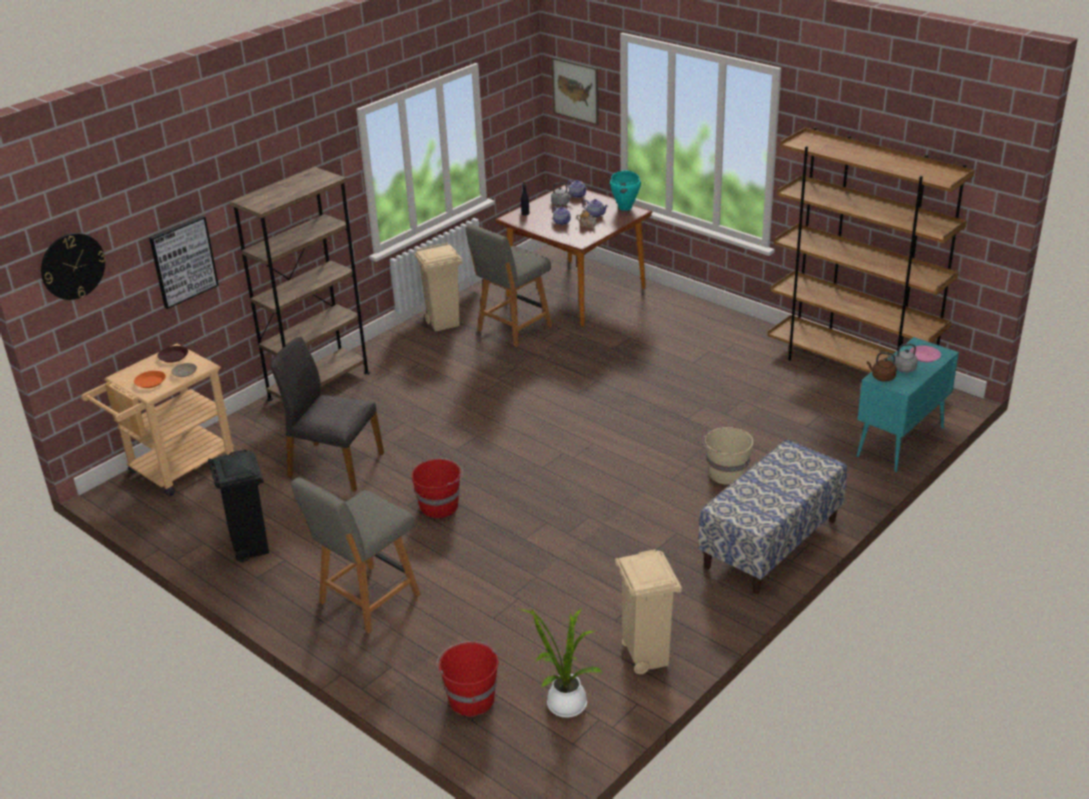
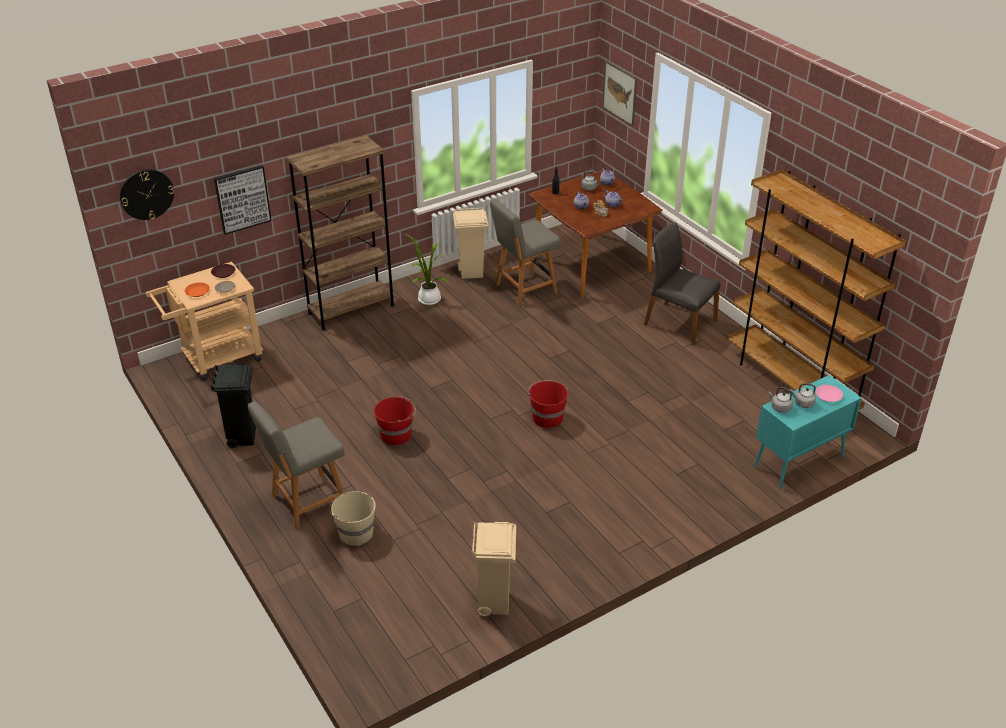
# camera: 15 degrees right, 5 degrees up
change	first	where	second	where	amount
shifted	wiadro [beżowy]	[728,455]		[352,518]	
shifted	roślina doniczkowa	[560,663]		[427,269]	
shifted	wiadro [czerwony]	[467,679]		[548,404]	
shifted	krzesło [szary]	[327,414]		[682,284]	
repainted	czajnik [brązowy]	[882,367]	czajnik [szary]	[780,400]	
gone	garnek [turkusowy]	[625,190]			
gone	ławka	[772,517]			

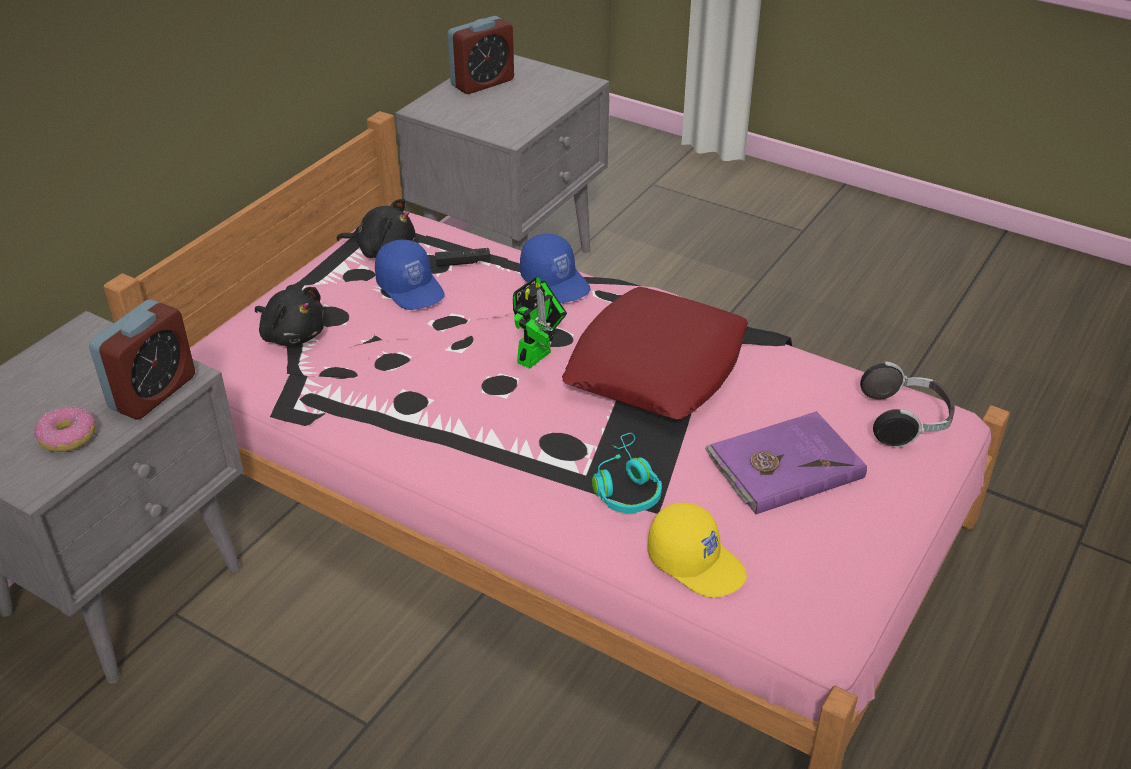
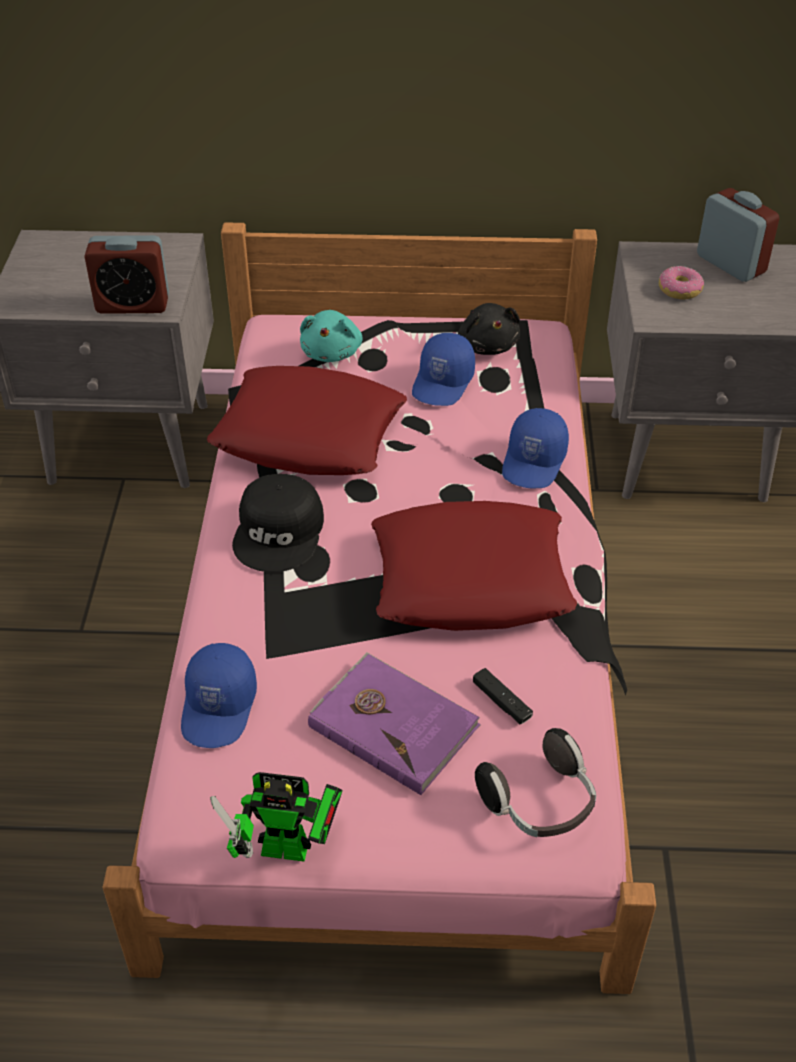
# camera: 60 degrees right, 5 degrees up
change	first	where	second	where	amount
repainted	czapka z daszkiem [żółty]	[697,550]	czapka z daszkiem [niebieski]	[219,695]	
new			poduszka [czerwony]	[307,420]	
shifted	robot zabawkowy	[540,323]		[276,817]	
new			czapka z daszkiem [czarny]	[278,523]	
repainted	pluszak [czarny]	[290,316]	pluszak [turkusowy]	[331,336]	
shifted	pad do gier [czarny]	[462,257]		[503,696]	
shifted	donut	[65,429]		[681,282]	
rotated	budzik	[480,55]		[738,235]	150 degrees counterclockwise
gone	słuchawki [turkusowy]	[627,473]			

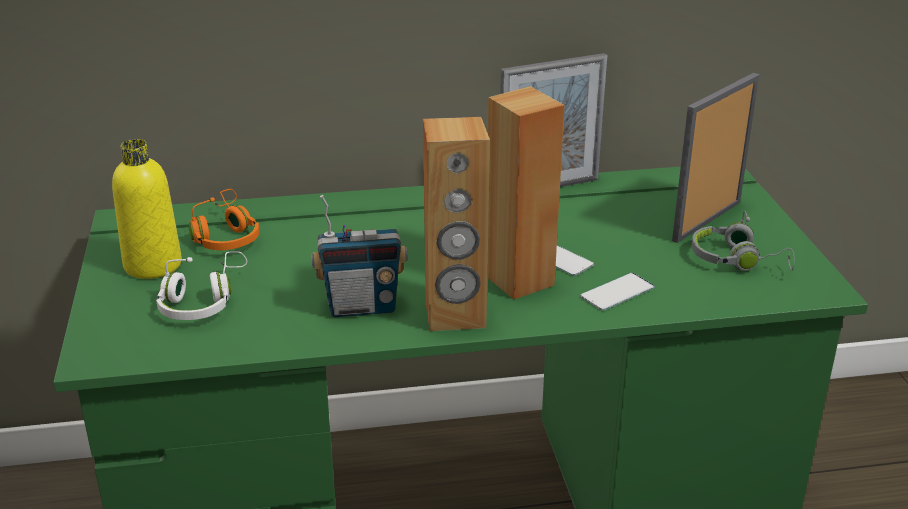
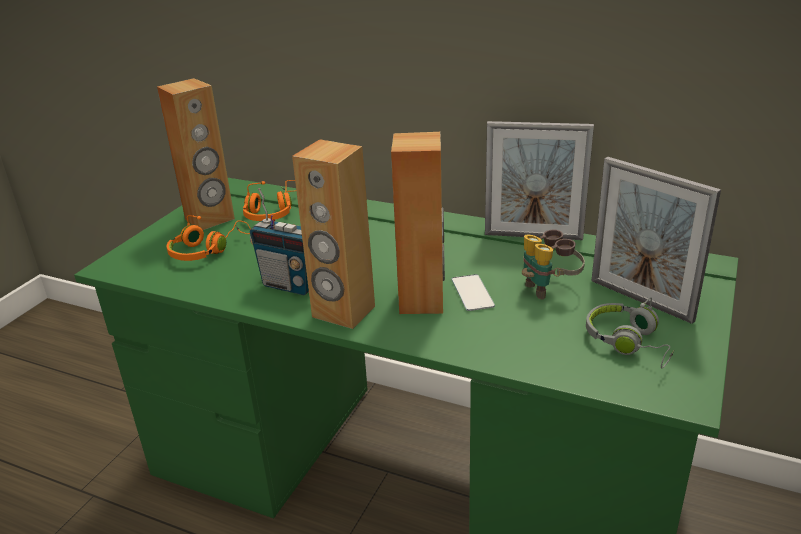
# camera: 35 degrees right, 0 degrees up
change	first	where	second	where	amount
swapped	butelka [żółty]	[147,209]	głośnik [brązowy]	[196,154]	
repainted	słuchawki [biały]	[201,286]	słuchawki [pomarańczowy]	[208,238]	
new			lornetka	[553,265]	
rotated	ramka na zdjęcie	[715,158]		[656,240]	120 degrees counterclockwise
gone	telefon	[617,292]			

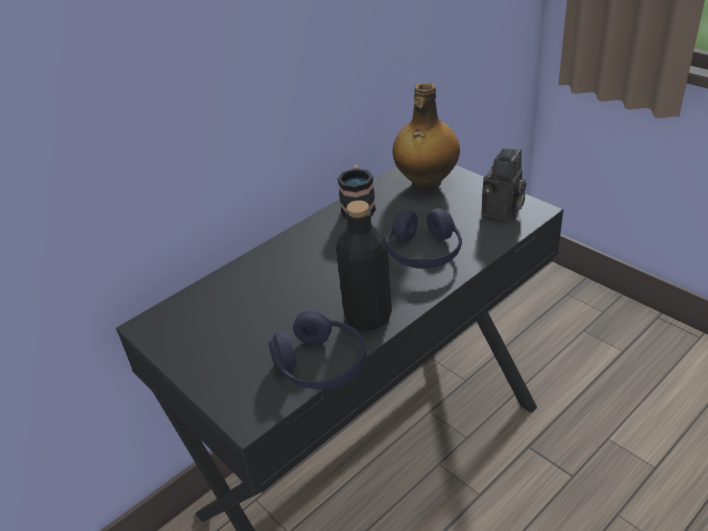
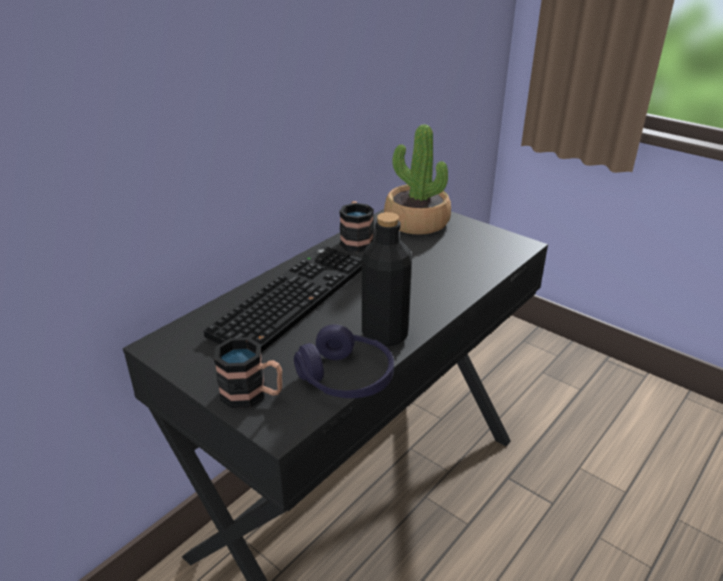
# camera: 10 degrees left, 5 degrees down
change	first	where	second	where	amount
new			klawiatura	[283,299]	
new			kubek	[247,372]	
swapped	butelka	[426,137]	roślina doniczkowa	[417,179]	
gone	słuchawki [fioletowy]	[424,238]			
gone	aparat fotograficzny	[504,184]			

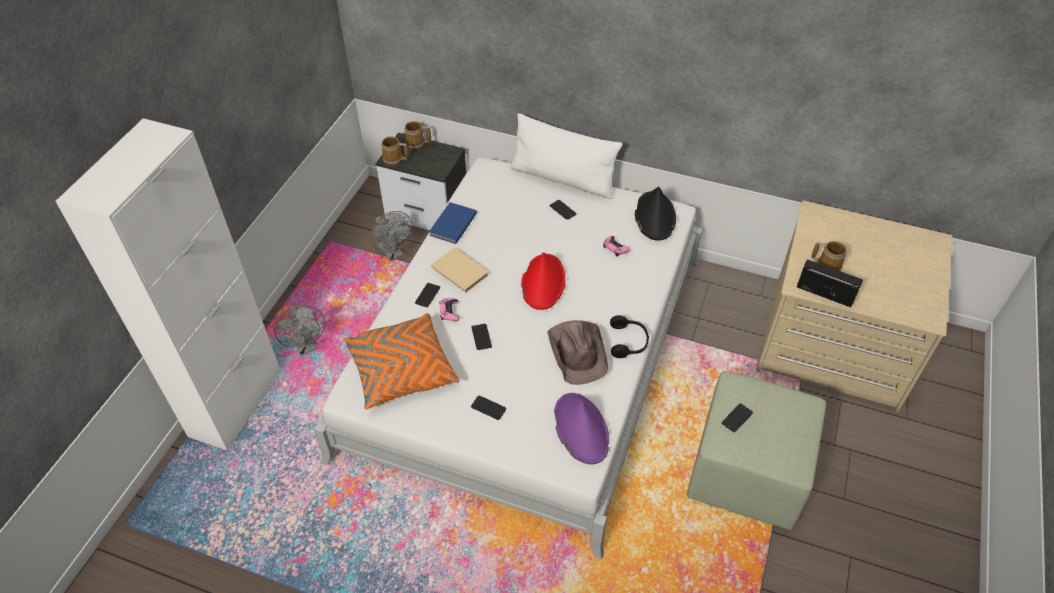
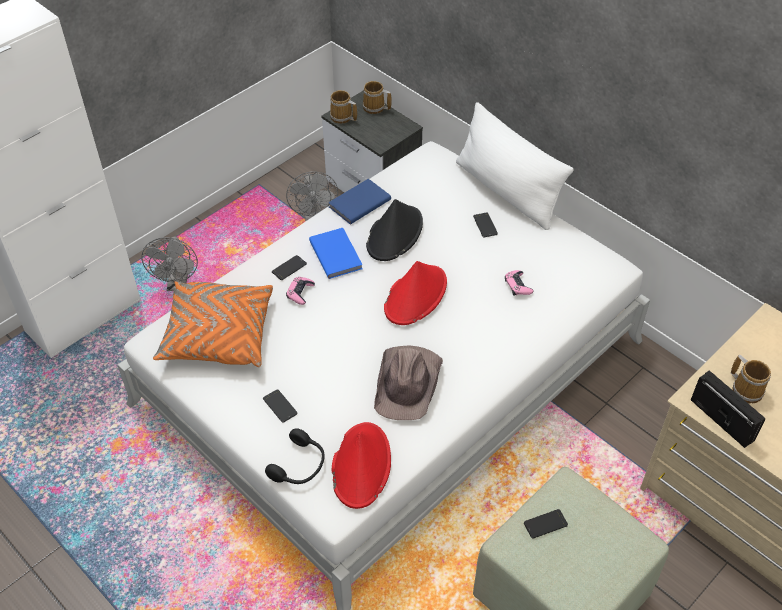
# camera: 25 degrees right, 0 degrees up
change	first	where	second	where	amount
shifted	słuchawki [czarny]	[629,336]		[295,456]	
repainted	książka [beżowy]	[459,270]	książka [niebieski]	[336,253]	
repainted	kapelusz [fioletowy]	[581,428]	kapelusz [czerwony]	[361,465]	
shifted	kapelusz [czarny]	[655,213]		[394,230]	
gone	telefon	[481,337]			

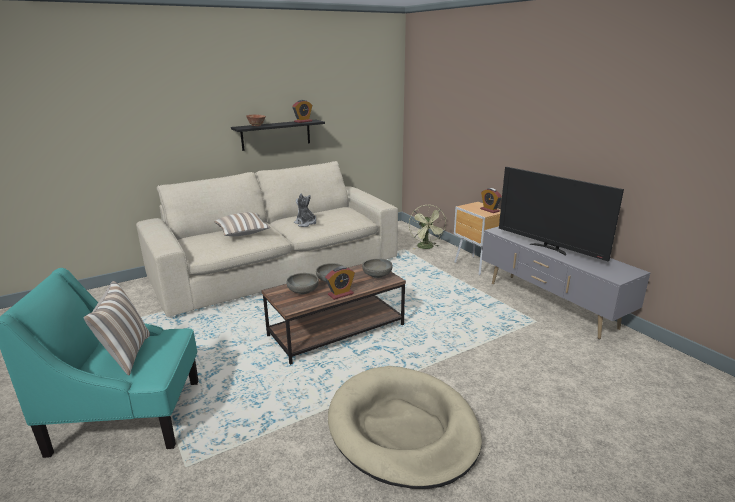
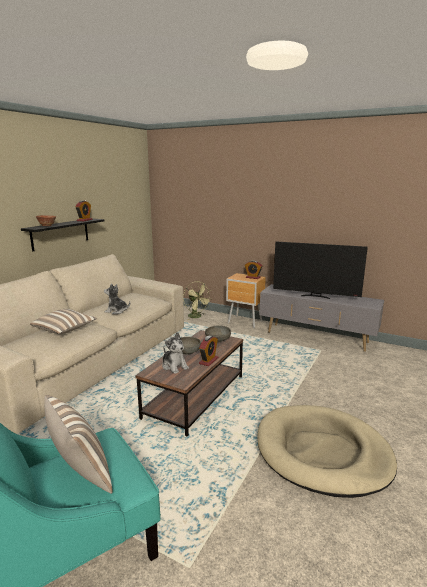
# camera: 30 degrees left, 5 degrees down
change	first	where	second	where	amount
swapped	miska [szary]	[303,283]	pluszak	[175,353]	

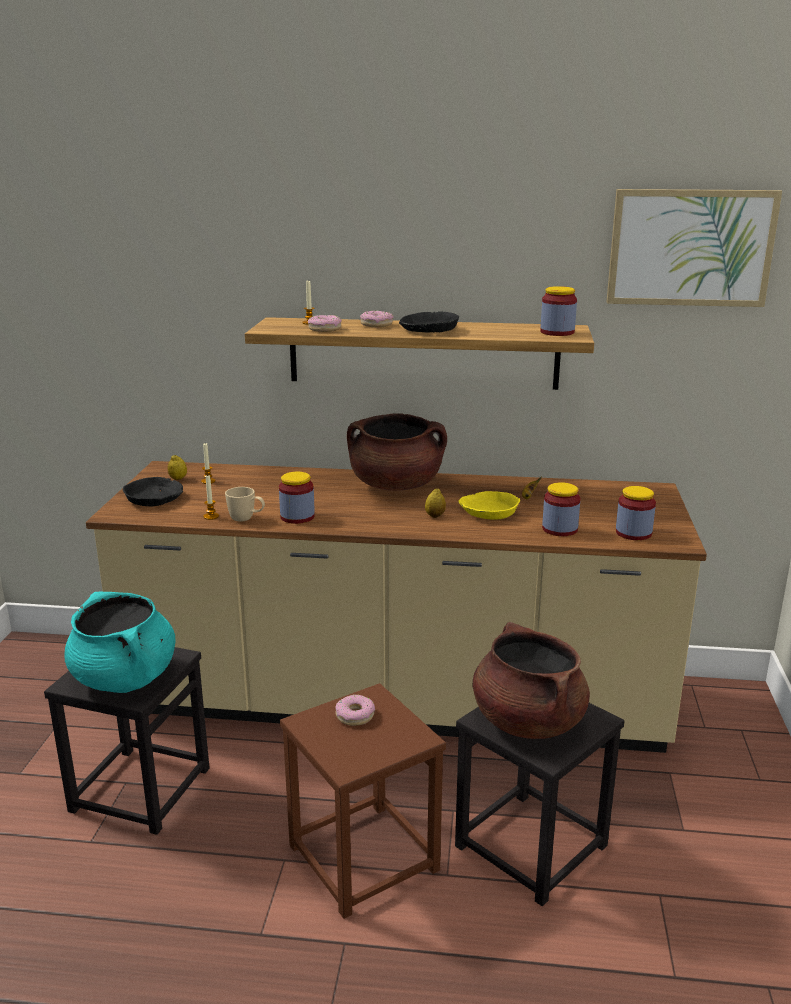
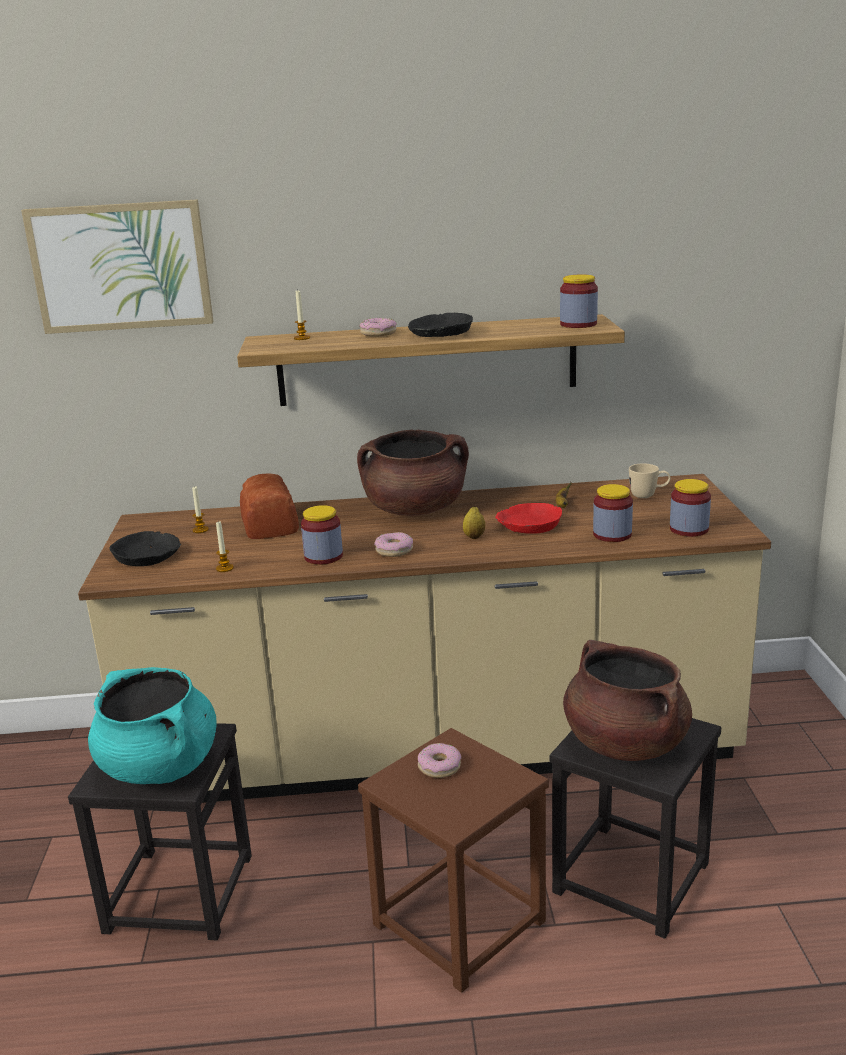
# camera: 10 degrees left, 0 degrees up
change	first	where	second	where	amount
shifted	obraz	[694,248]		[117,266]	
new			chleb	[269,506]	
shifted	donut	[325,323]		[393,544]	
repainted	miska [żółty]	[489,505]	miska [czerwony]	[528,518]	
shifted	kubek [beżowy]	[245,504]		[650,480]	
gone	cytryna	[177,467]			

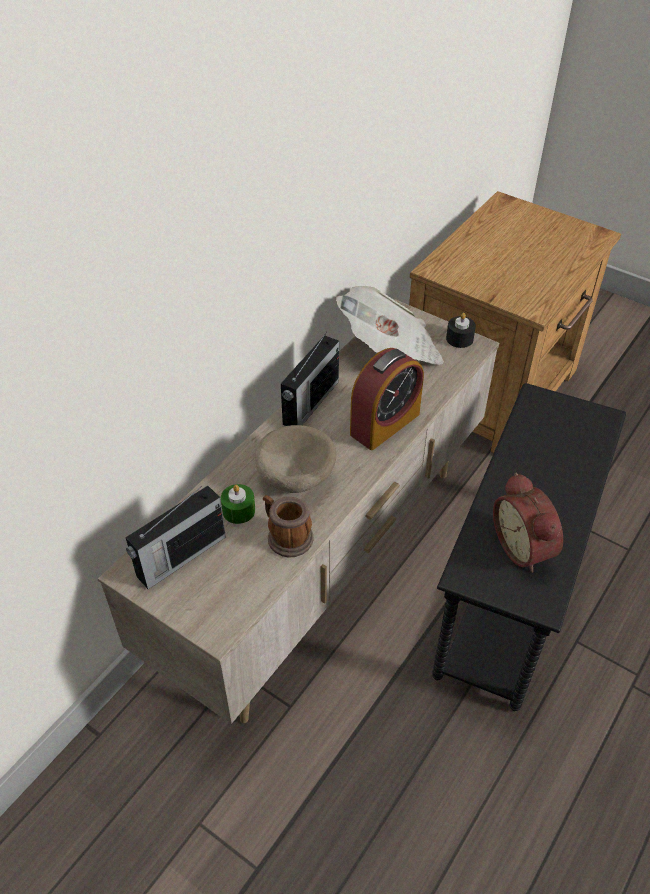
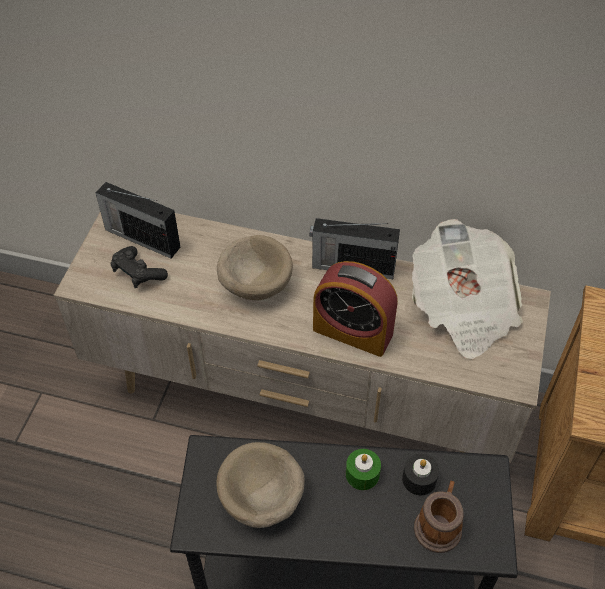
# camera: 70 degrees right, 5 degrees up
change	first	where	second	where	amount
new			pad do gier [czarny]	[139,267]	
swapped	budzik	[528,523]	miska [beżowy]	[260,485]	
shifted	świeca [zielony]	[238,504]		[363,469]	
shifted	świeca [czarny]	[461,330]		[420,474]	
shifted	kubek	[288,526]		[439,517]	

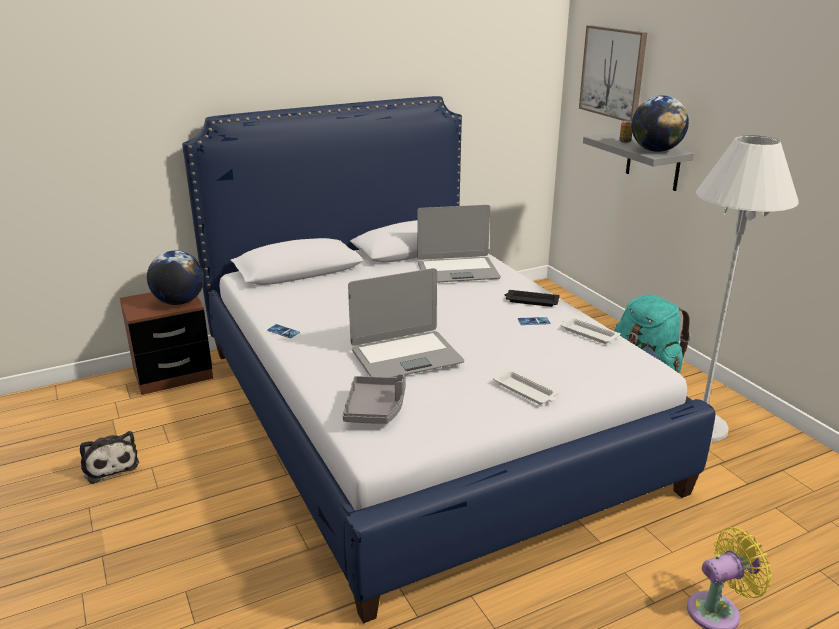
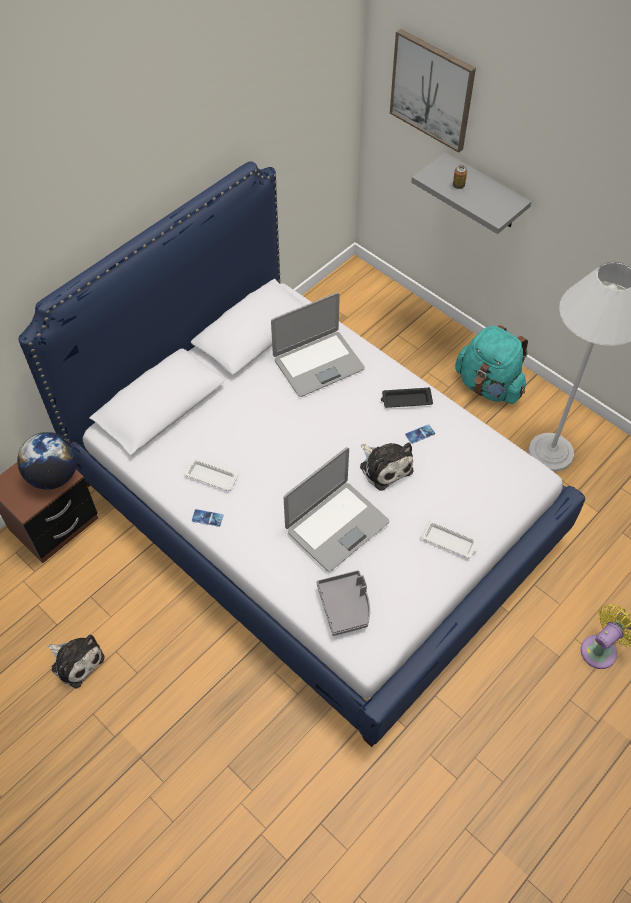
# camera: 20 degrees left, 30 degrees up
change	first	where	second	where	amount
shifted	taca [biały]	[590,330]		[211,474]	
new			pluszak	[387,466]	
gone	globus	[660,124]			

